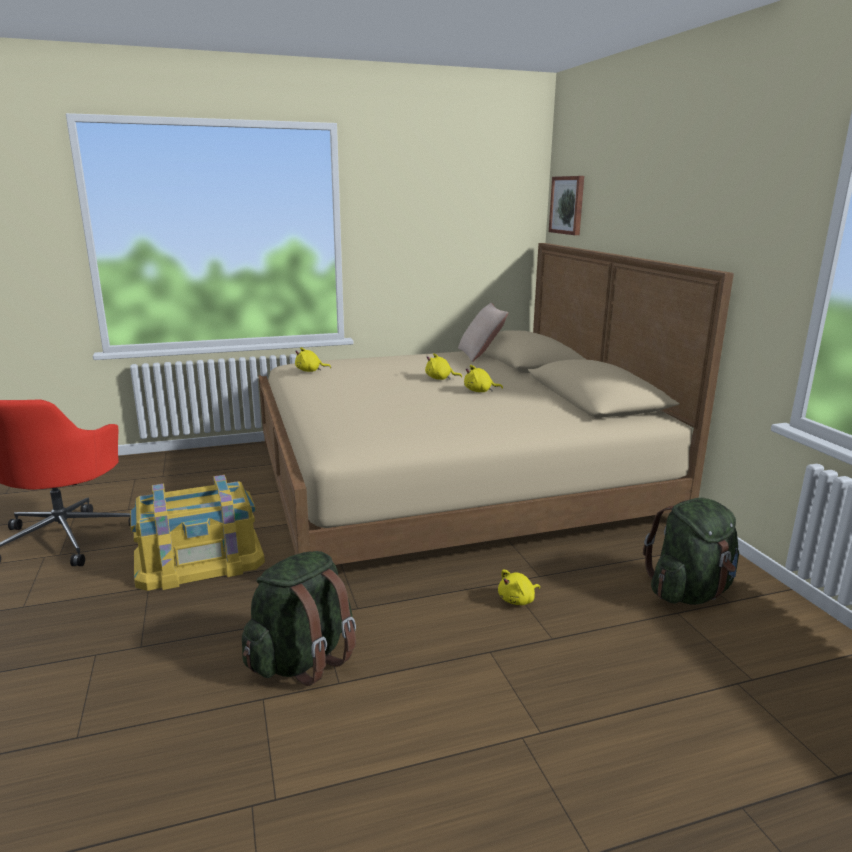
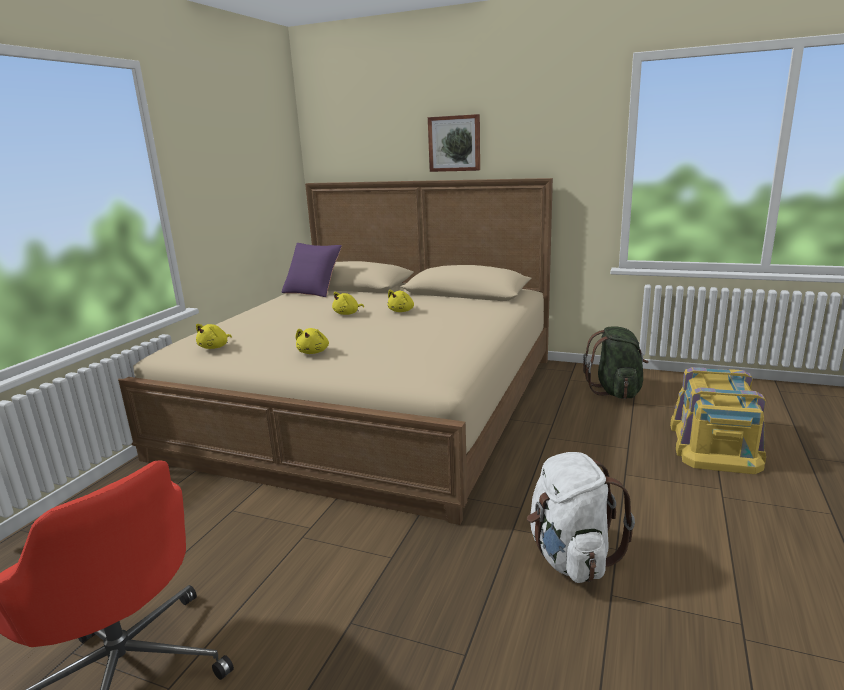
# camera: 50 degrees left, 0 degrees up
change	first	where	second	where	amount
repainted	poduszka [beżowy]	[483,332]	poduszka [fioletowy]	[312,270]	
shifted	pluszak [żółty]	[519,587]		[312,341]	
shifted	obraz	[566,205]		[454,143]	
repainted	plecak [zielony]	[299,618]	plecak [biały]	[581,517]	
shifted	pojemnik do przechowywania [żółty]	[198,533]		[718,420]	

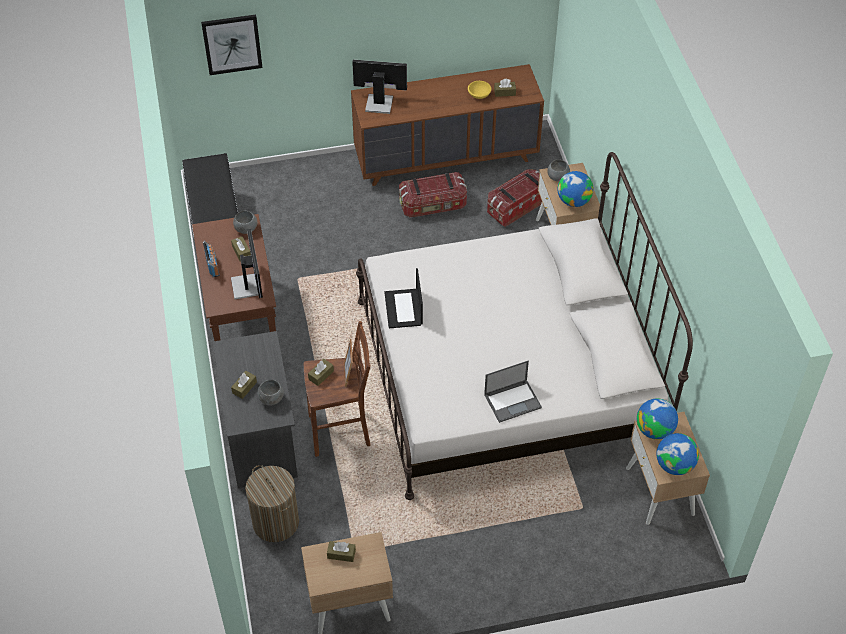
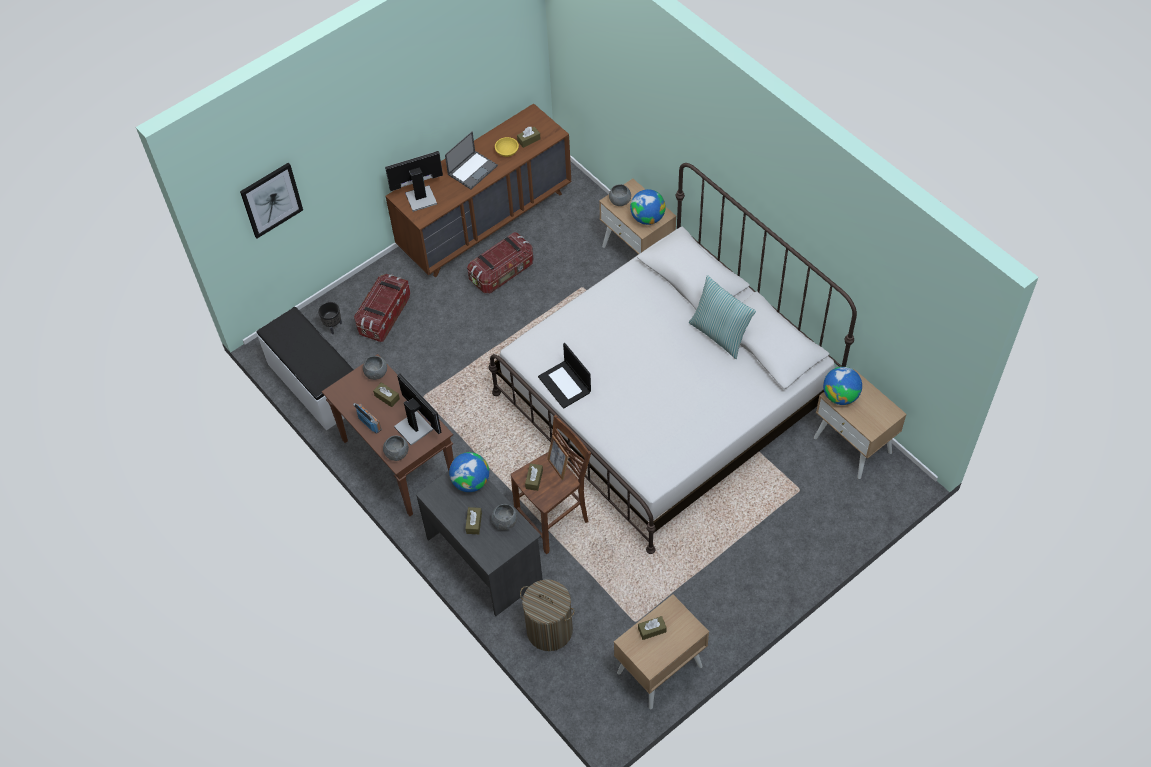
# camera: 25 degrees left, 5 degrees up
change	first	where	second	where	amount
new			donica [czarny]	[330,318]	
shifted	pojemnik do przechowywania	[514,198]		[382,308]	
new			miska [szary]	[396,448]	
shifted	laptop	[513,392]		[471,160]	
shifted	globus	[678,454]		[469,472]	
new			poduszka	[722,317]	

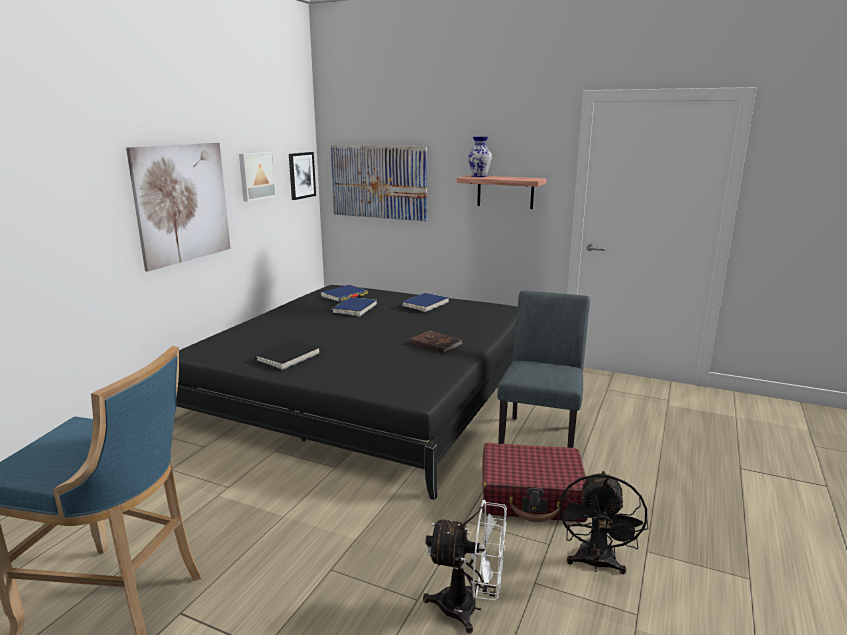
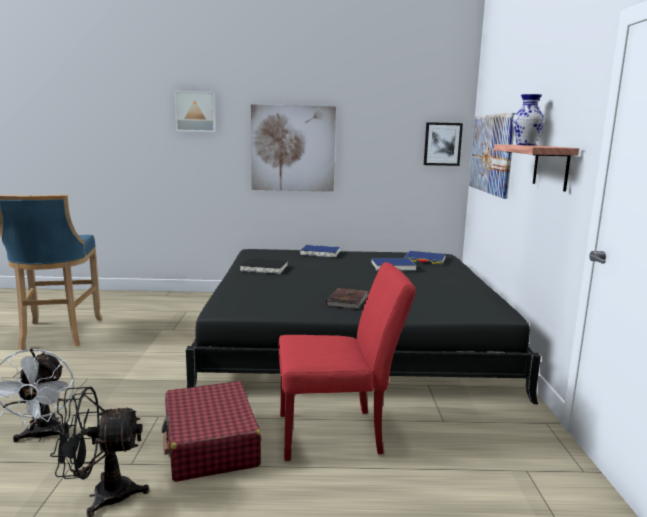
# camera: 65 degrees right, 5 degrees down
change	first	where	second	where	amount
shifted	obraz	[258,177]		[195,111]	
repainted	krzesło [szary]	[543,369]	krzesło [czerwony]	[347,361]	
shifted	książka [niebieski]	[425,302]		[320,251]	

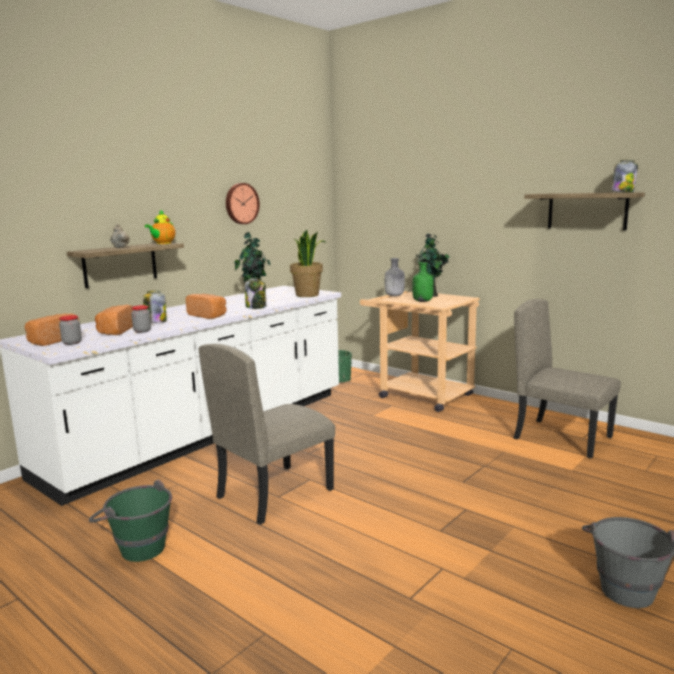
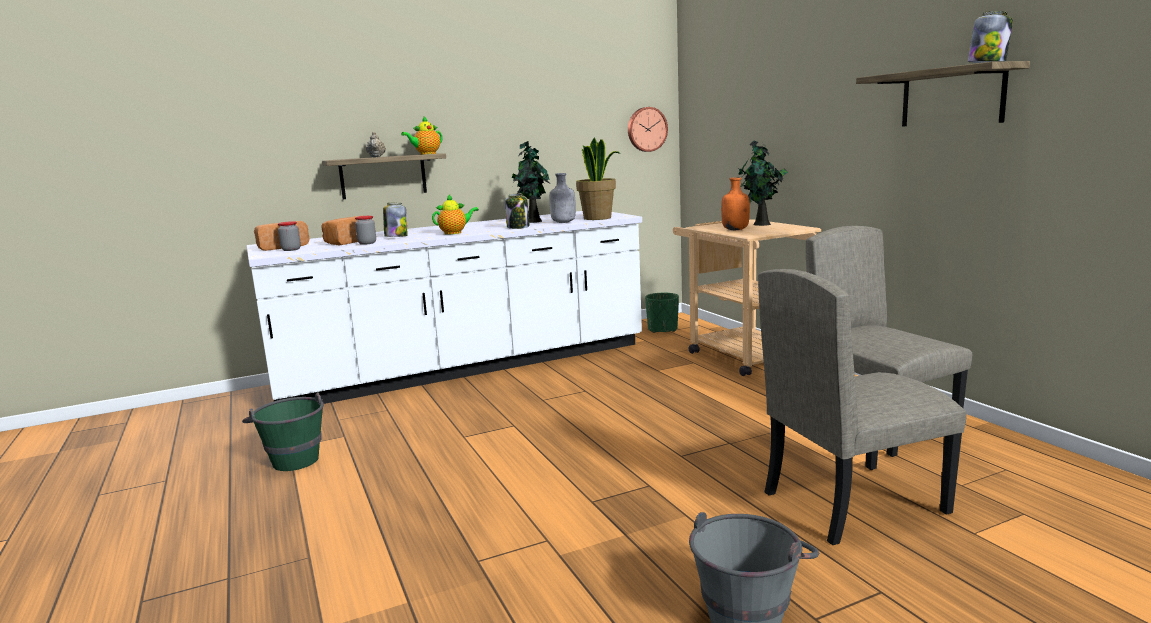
# camera: 25 degrees right, 0 degrees up
change	first	where	second	where	amount
swapped	chleb	[206,306]	imbryk	[455,214]	
shifted	butelka [szary]	[395,277]		[562,198]	
shifted	zegar ścienny	[243,203]		[648,129]	
repainted	butelka [zielony]	[423,282]	butelka [pomarańczowy]	[735,203]	
shifted	krzesło [beżowy]	[267,434]		[862,407]	

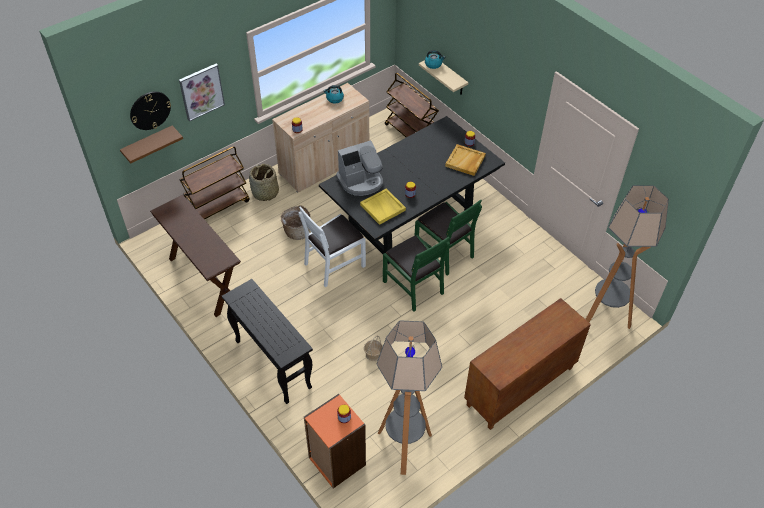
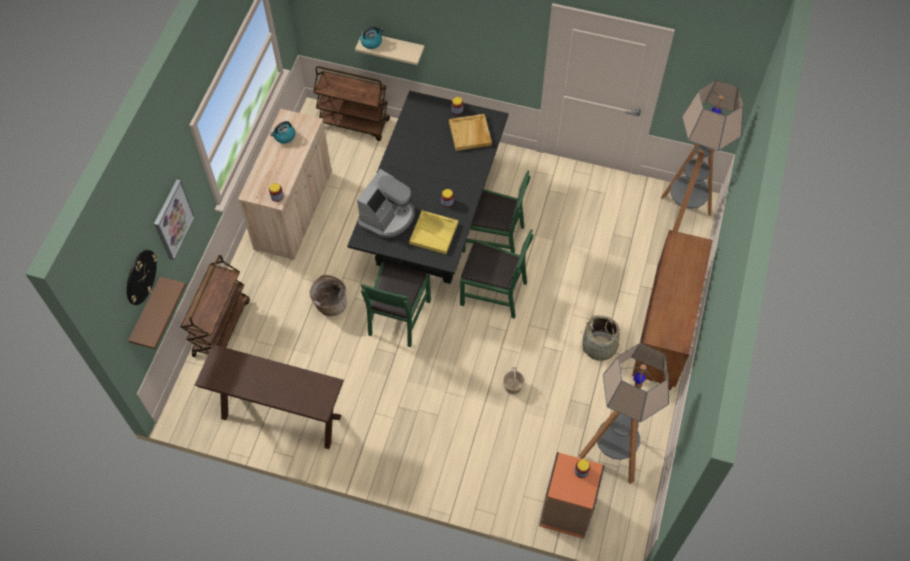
# camera: 35 degrees left, 10 degrees up
change	first	where	second	where	amount
repainted	krzesło [biały]	[332,247]	krzesło [zielony]	[396,304]	
shifted	koszyk	[264,182]		[601,338]	
gone	stolik konsolowy [czarny]	[267,341]			

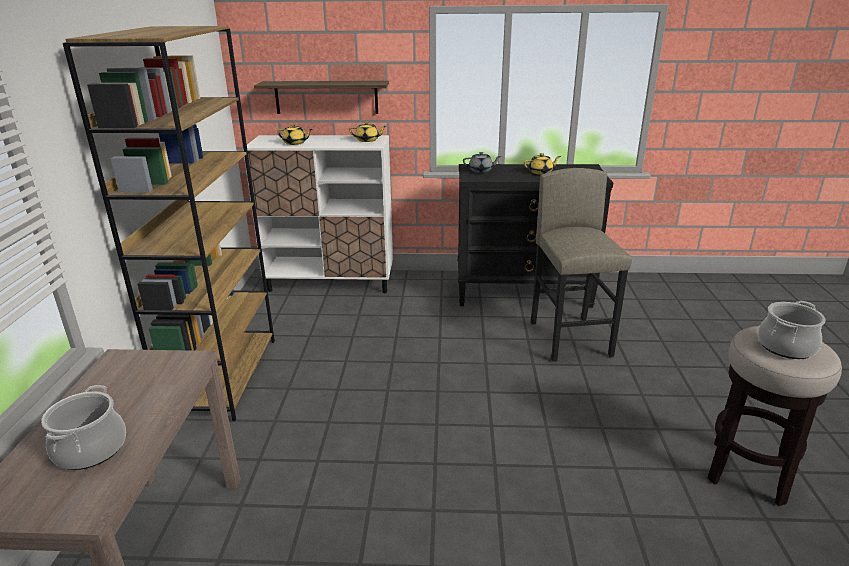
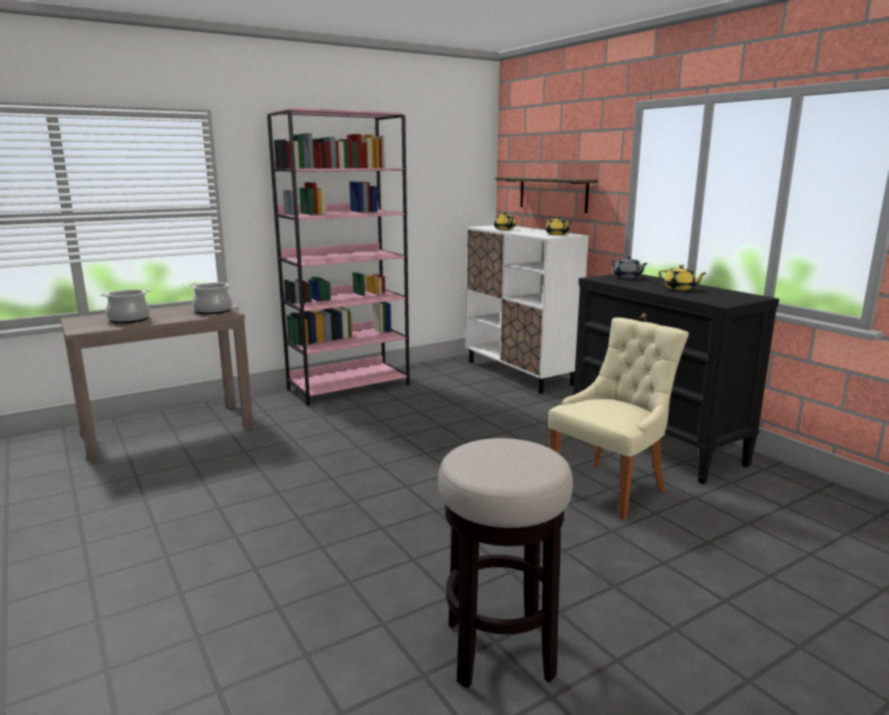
# camera: 55 degrees right, 10 degrees down
change	first	where	second	where	amount
shifted	garnek	[791,330]		[211,298]	
repainted	regał [brązowy]	[169,223]	regał [różowy]	[338,257]	
swapped	stołek [szary]	[581,265]	krzesło [beżowy]	[618,418]	

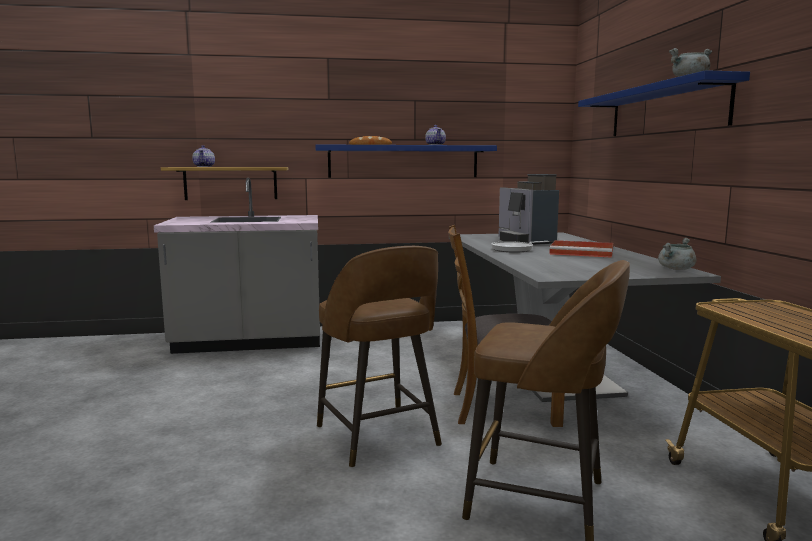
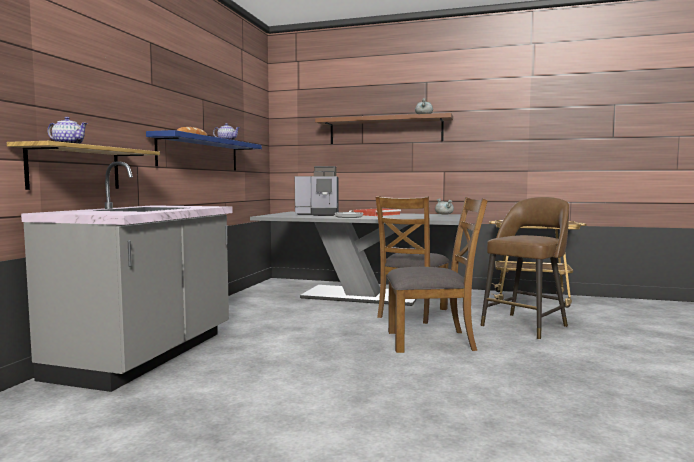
# camera: 65 degrees left, 5 degrees down
change	first	where	second	where	amount
repainted	półka [niebieski]	[664,103]	półka [brązowy]	[384,128]	
swapped	stołek [brązowy]	[379,357]	krzesło [brązowy]	[437,275]	

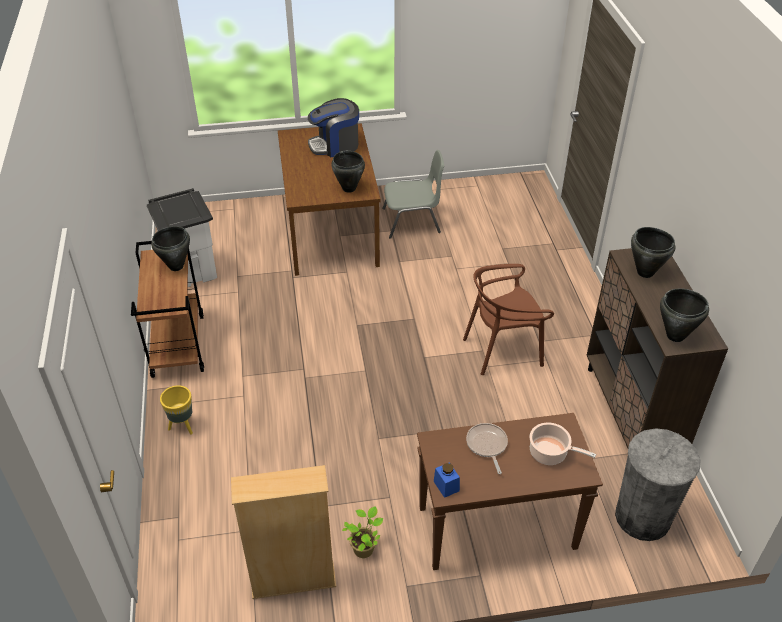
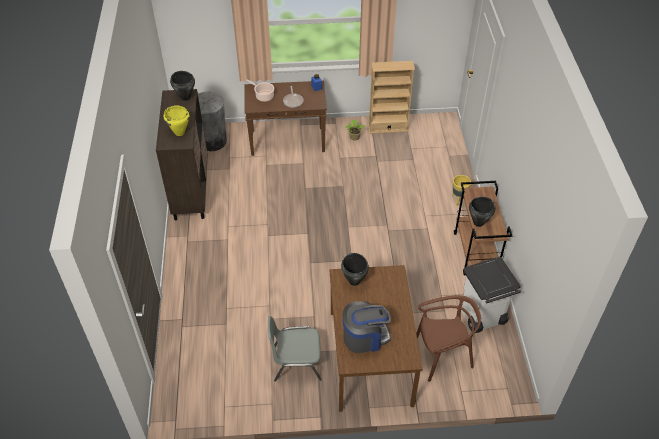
# camera: 175 degrees left, 5 degrees up
change	first	where	second	where	amount
repainted	garnek [czarny]	[653,252]	garnek [żółty]	[176,120]	
shifted	krzesło [brązowy]	[508,319]		[448,338]	

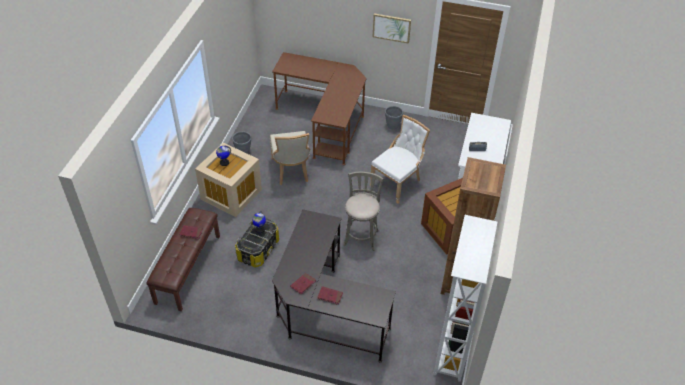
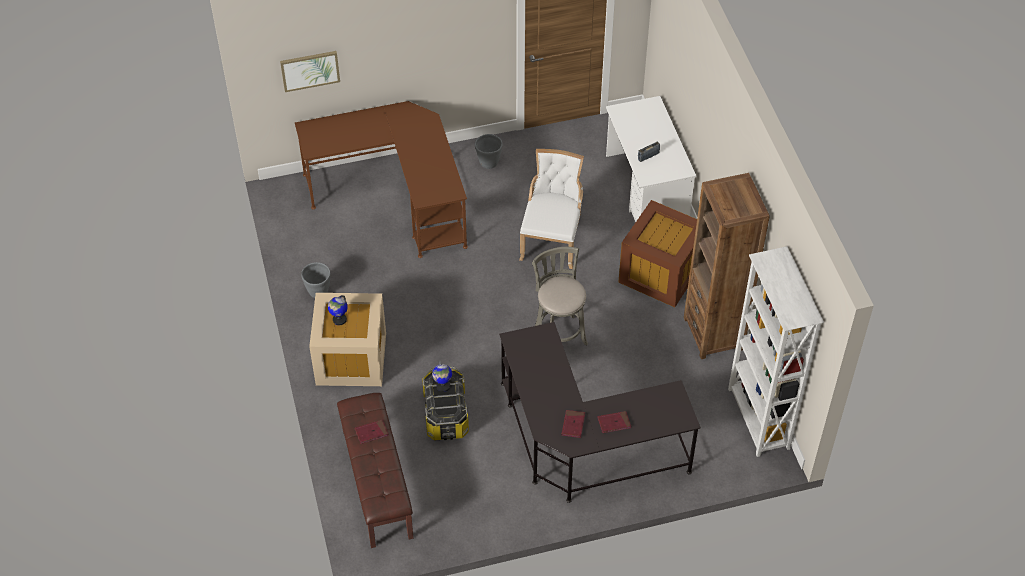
# camera: 30 degrees left, 5 degrees up
change	first	where	second	where	amount
shifted	obraz	[392,28]		[310,71]	
gone	krzesło [beżowy]	[290,158]			

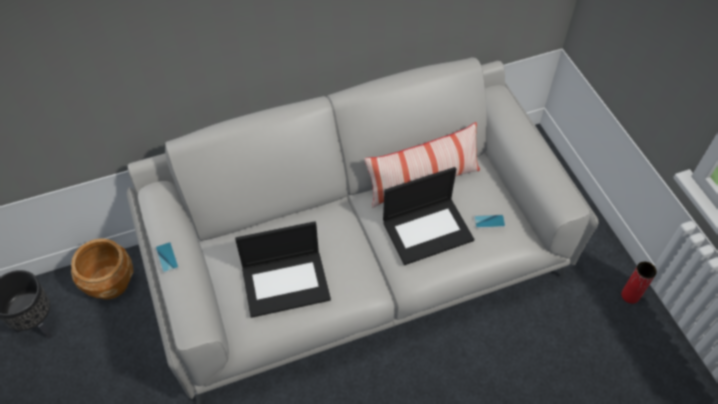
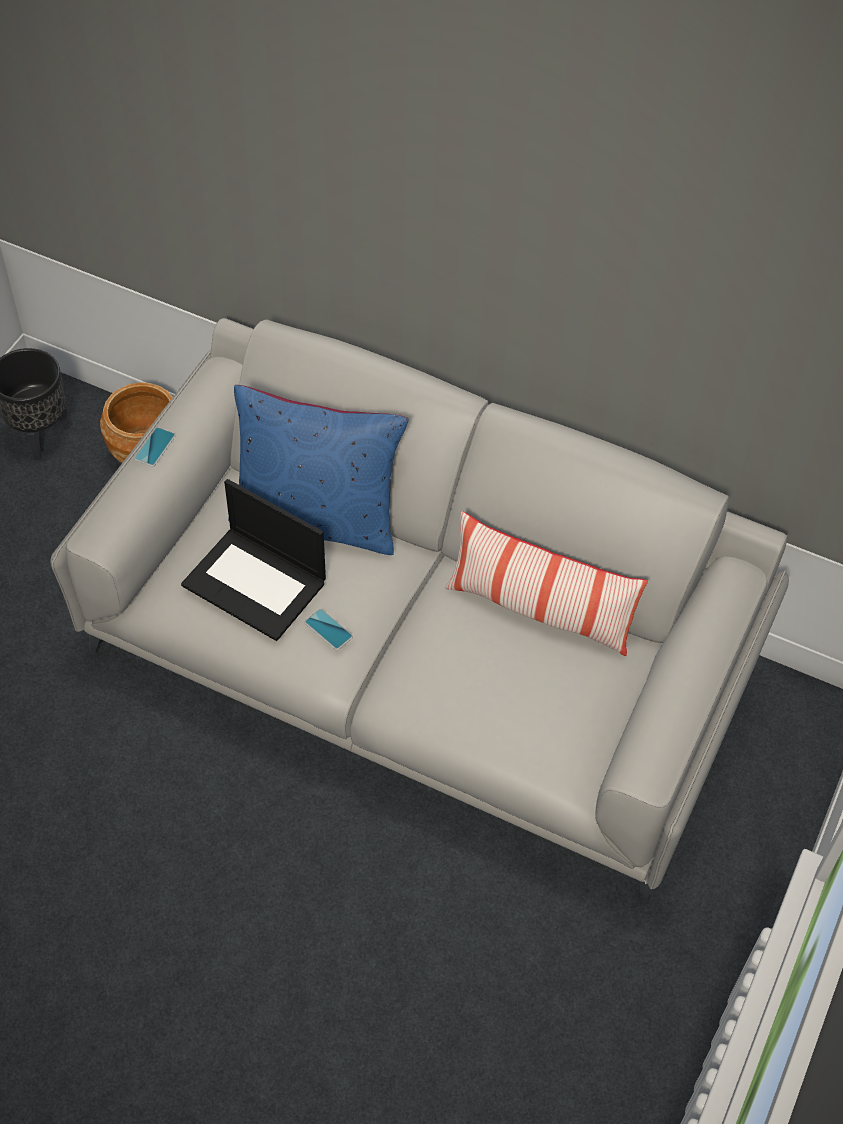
# camera: 45 degrees right, 0 degrees up
change	first	where	second	where	amount
new			poduszka [niebieski]	[318,470]	
shifted	telefon	[490,222]		[328,629]	
gone	laptop	[428,216]			
gone	wazon [czerwony]	[639,283]			

